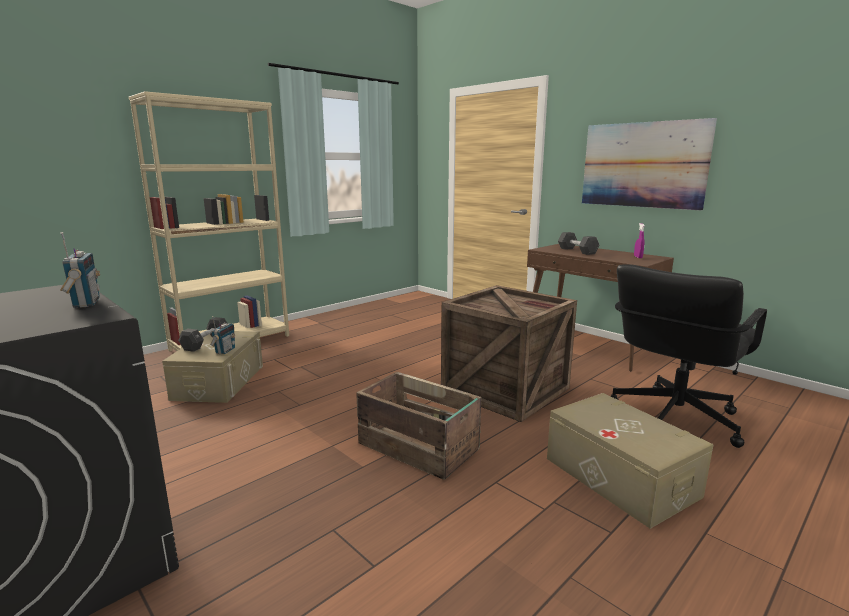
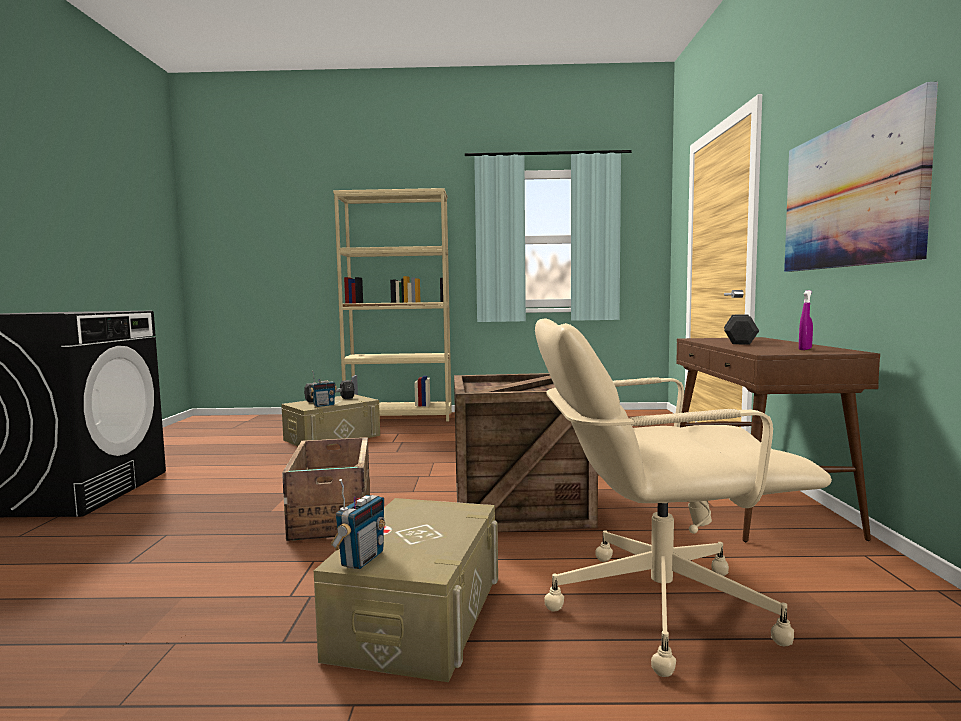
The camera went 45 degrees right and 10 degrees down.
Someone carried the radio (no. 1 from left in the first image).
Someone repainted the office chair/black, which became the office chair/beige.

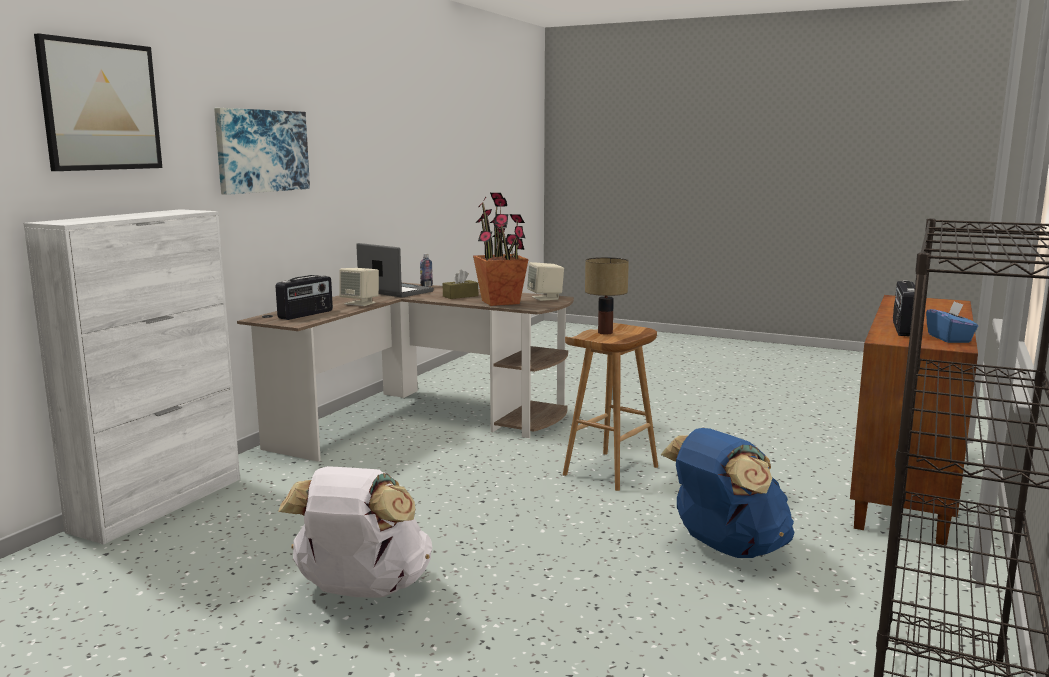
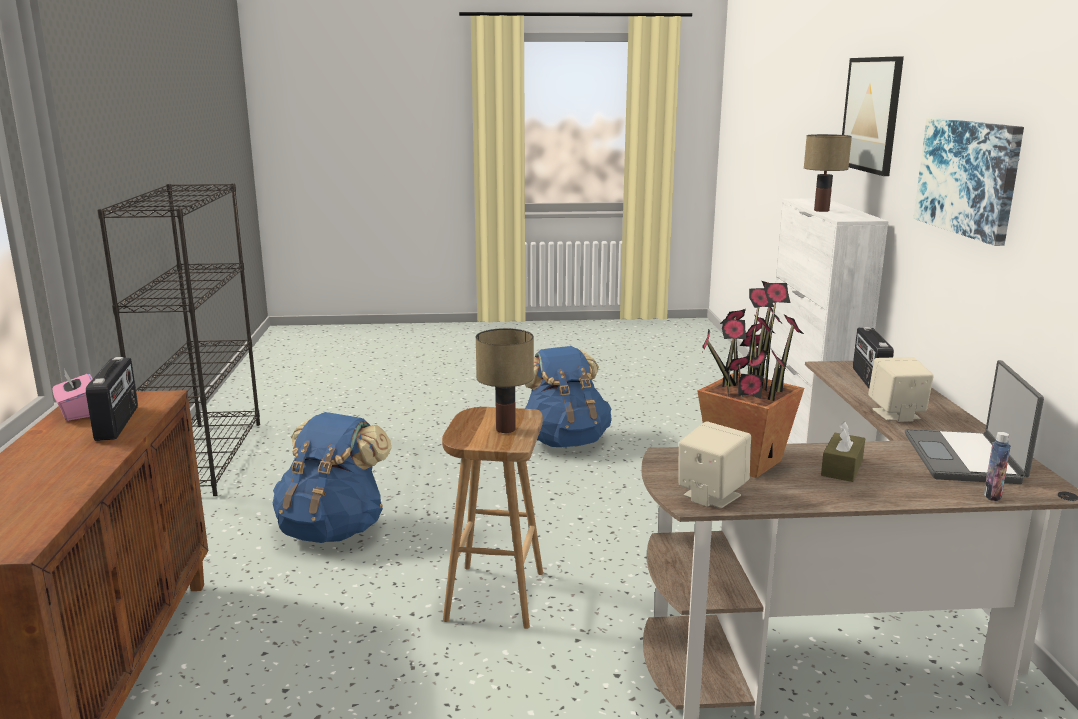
The camera went 150 degrees right and 5 degrees up.
Someone put down the table lamp (no. 2 from left).
Someone repainted the backpack/white, which became the backpack/blue (no. 2 from left).
Someone repainted the tissue box/blue, which became the tissue box/pink.
Someone rotated the laptop by 90 degrees clockwise.

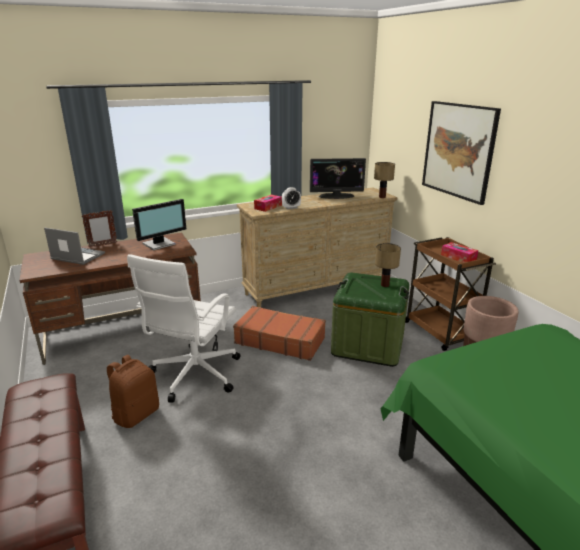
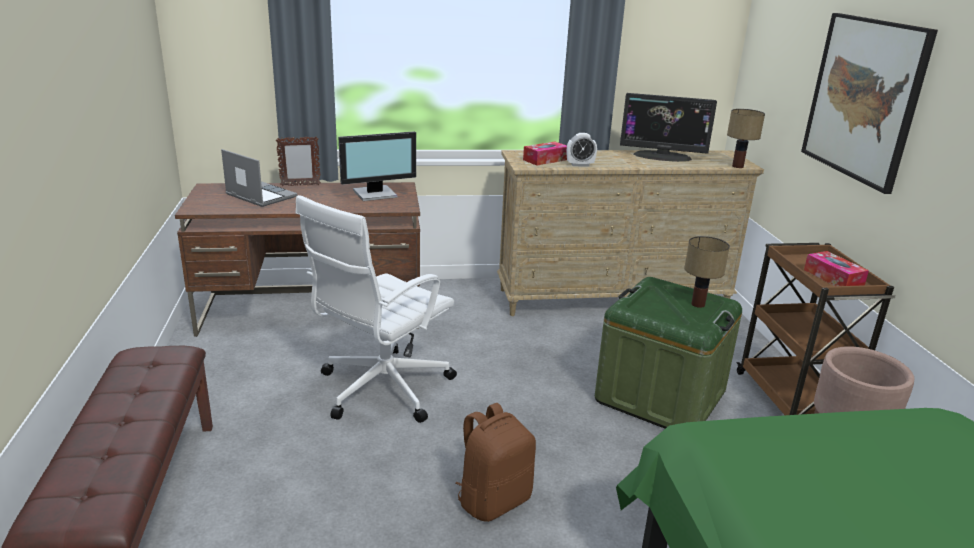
The camera went 15 degrees right and 0 degrees up.
Someone took away the suitcase/brown.
Someone carried the backpack/brown.

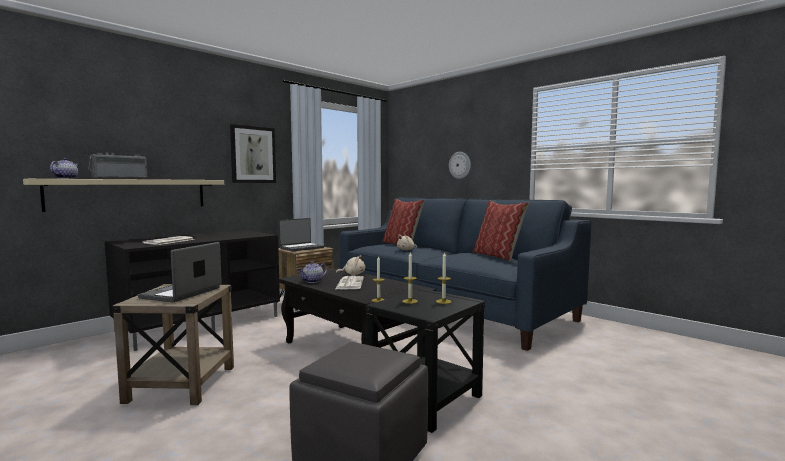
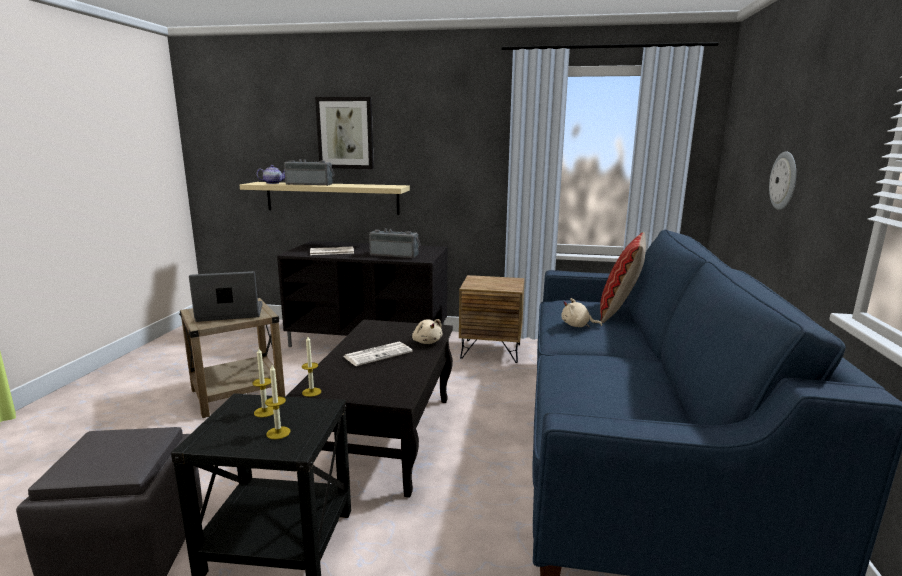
The camera went 55 degrees right and 10 degrees up.
Someone took away the laptop (no. 2 from left).
Someone took away the teapot (no. 2 from left).
Someone took away the pillow (no. 2 from left).
Someone put down the radio (no. 2 from left).
Someone carried the picture.

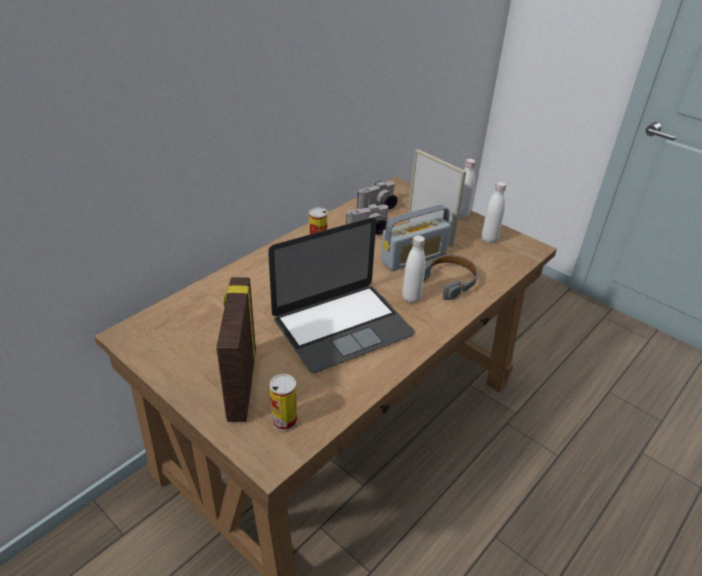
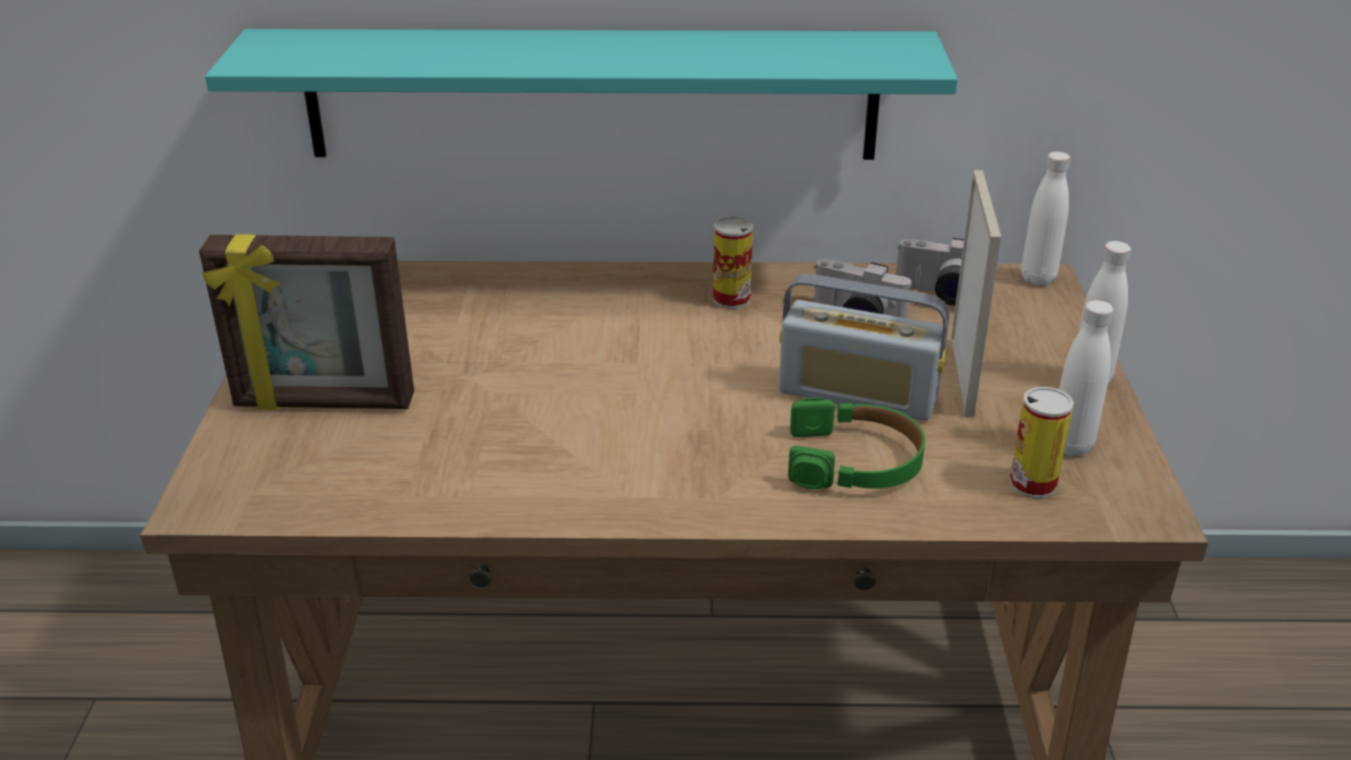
The camera went 50 degrees right and 5 degrees down.
Someone took away the laptop.
Someone put up the shelf/turquoise.
Someone carried the can (no. 1 from left in the first image).
Someone carried the bottle/white (no. 1 from left).
Someone repainted the headphones/grey, which became the headphones/green.
Someone rotated the picture frame (no. 1 from left) by 135 degrees counterclockwise.

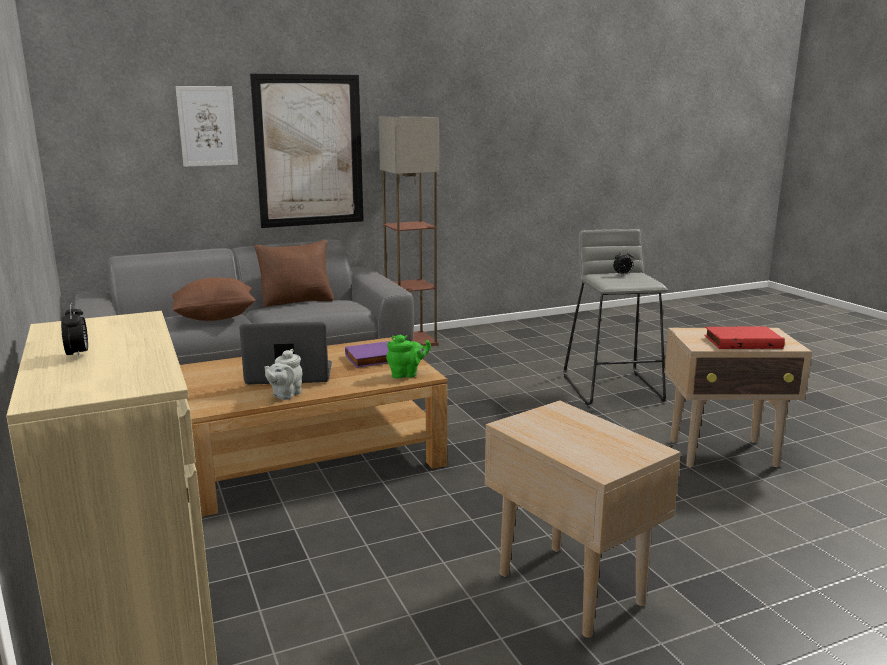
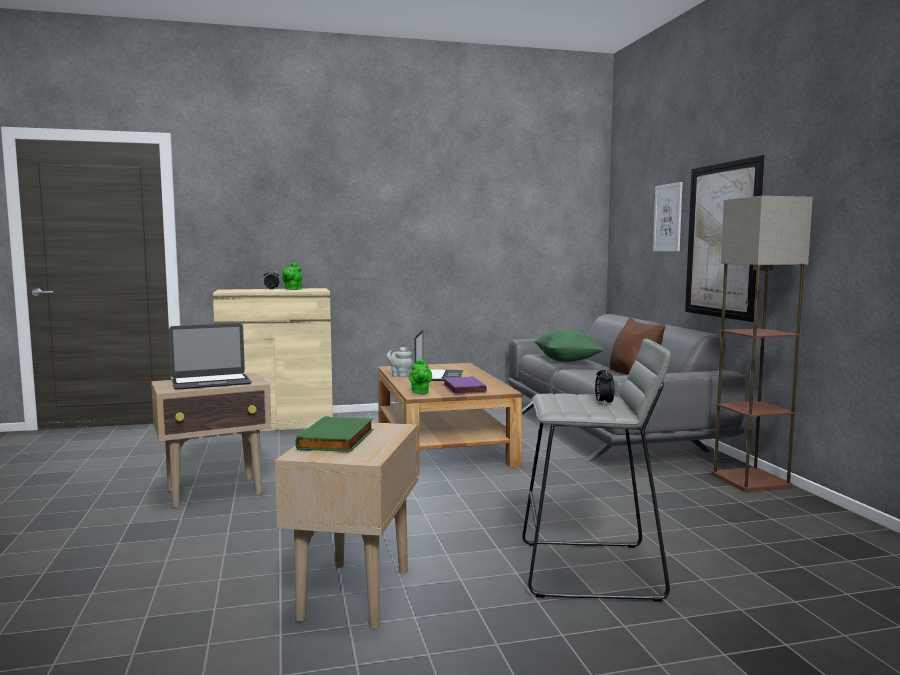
The camera went 100 degrees right and 10 degrees down.
Someone put down the laptop (no. 1 from left).
Someone put down the teapot/green (no. 1 from left).
Someone repainted the pillow/brown (no. 1 from left), which became the pillow/green.
Someone repainted the book/red, which became the book/green.

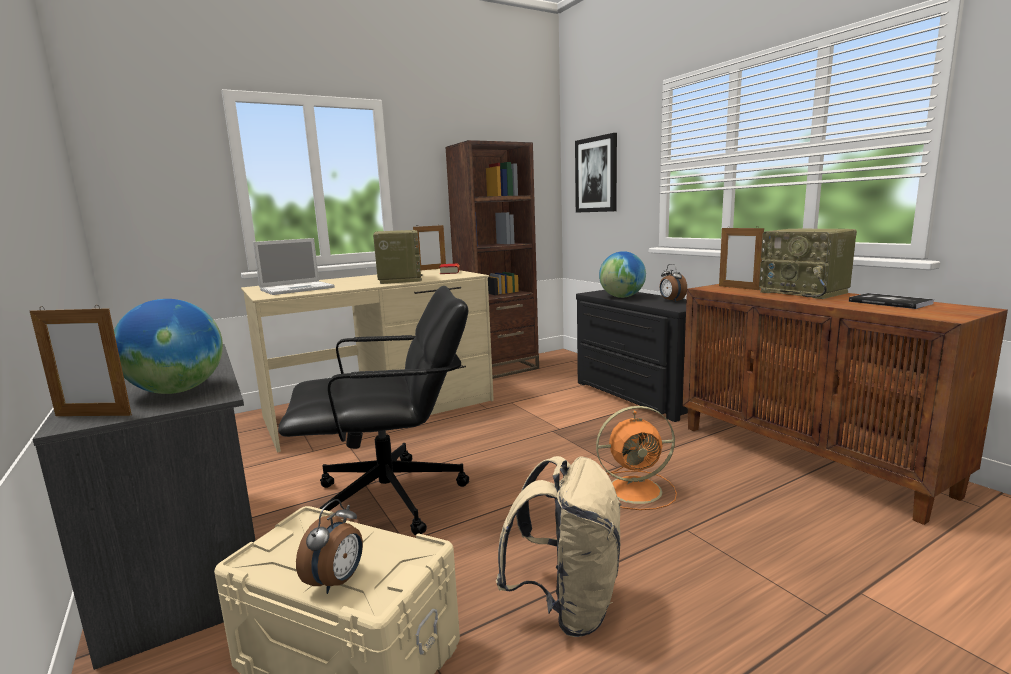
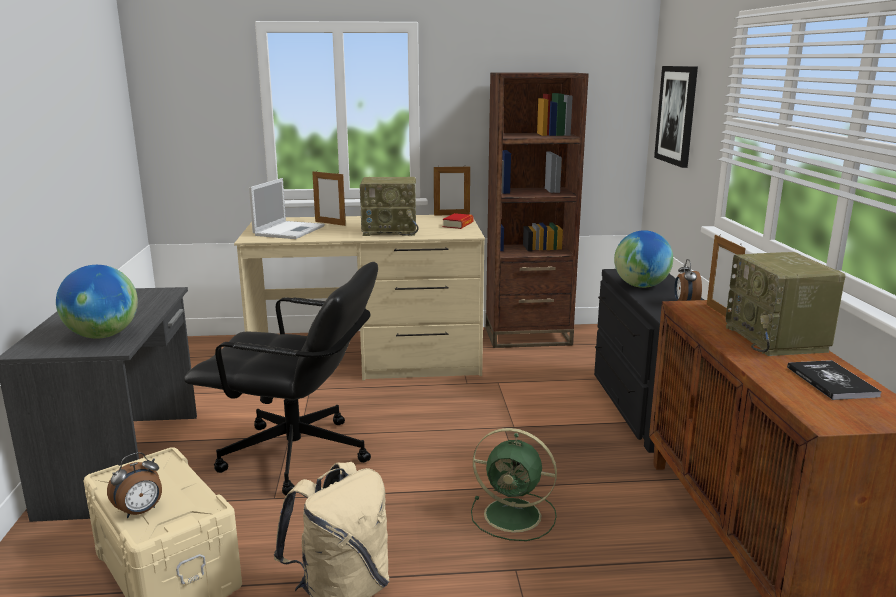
The camera went 25 degrees right and 5 degrees up.
Someone carried the picture frame (no. 1 from left).
Someone repainted the fan/orange, which became the fan/green.
Someone rotated the laptop by 60 degrees counterclockwise.
Someone rotated the radio (no. 1 from left) by 75 degrees clockwise.

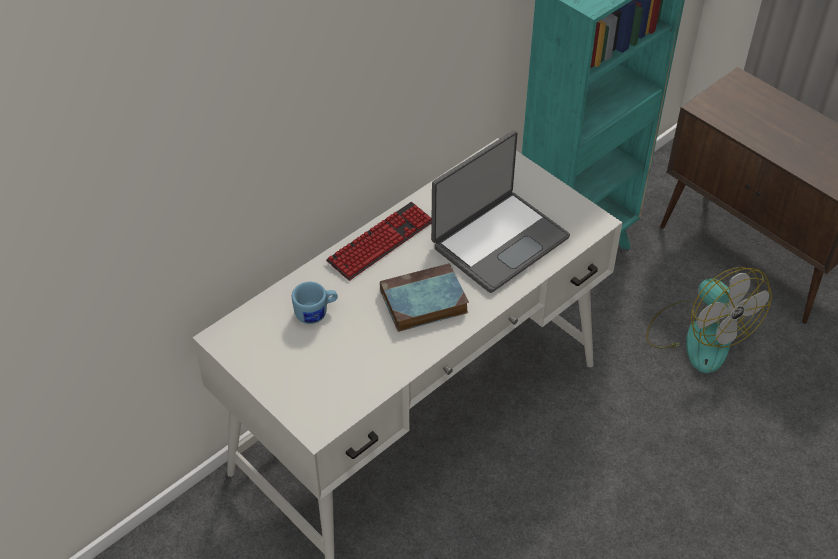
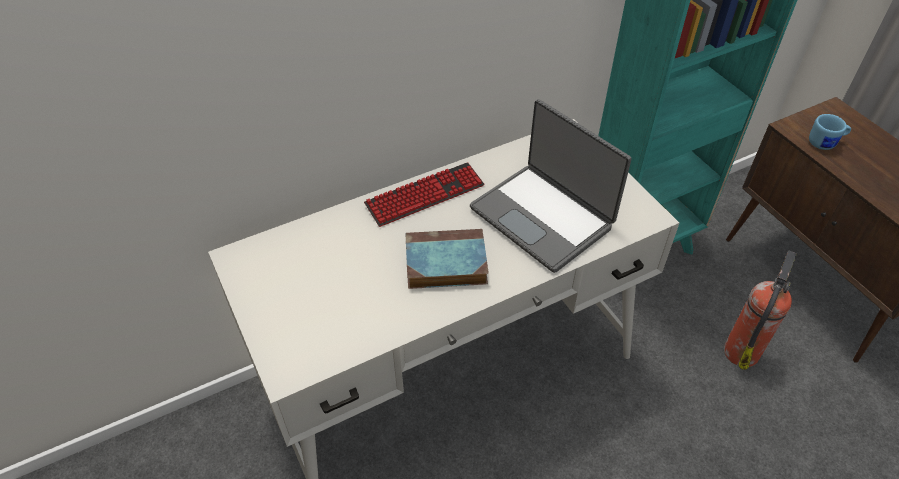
The camera went 15 degrees right and 0 degrees up.
Someone carried the mug/blue.
Someone swapped the fan for the fire extinguisher.
Someone rotated the laptop by 75 degrees clockwise.

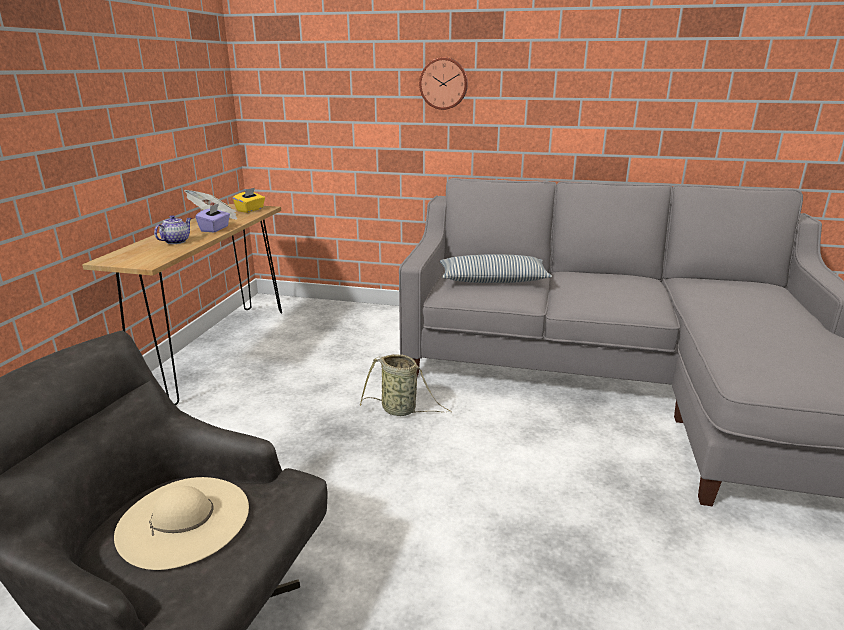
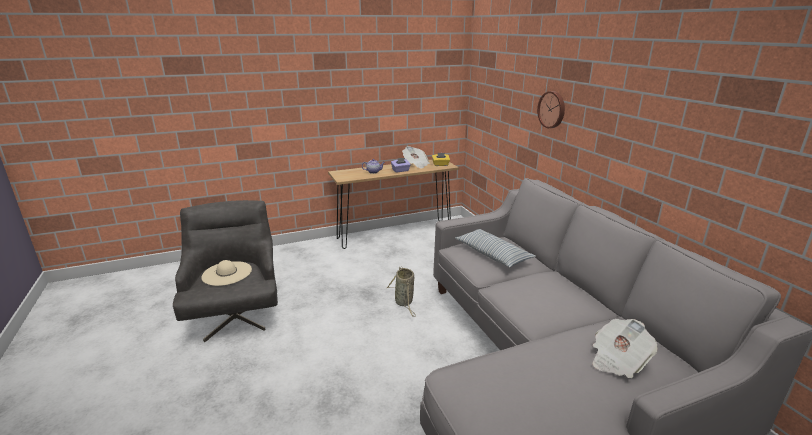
The camera went 55 degrees right and 0 degrees up.
Someone put down the newspaper (no. 2 from left).

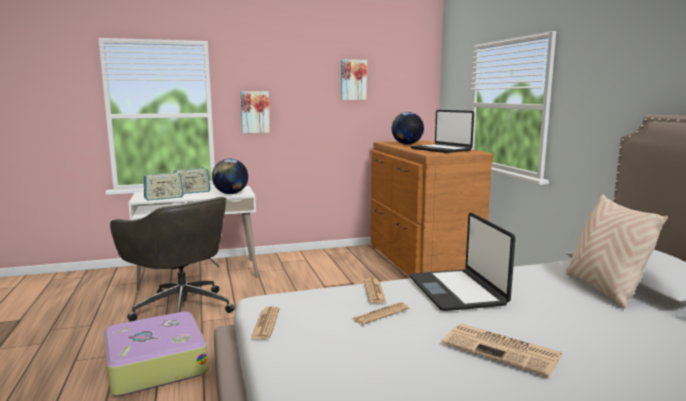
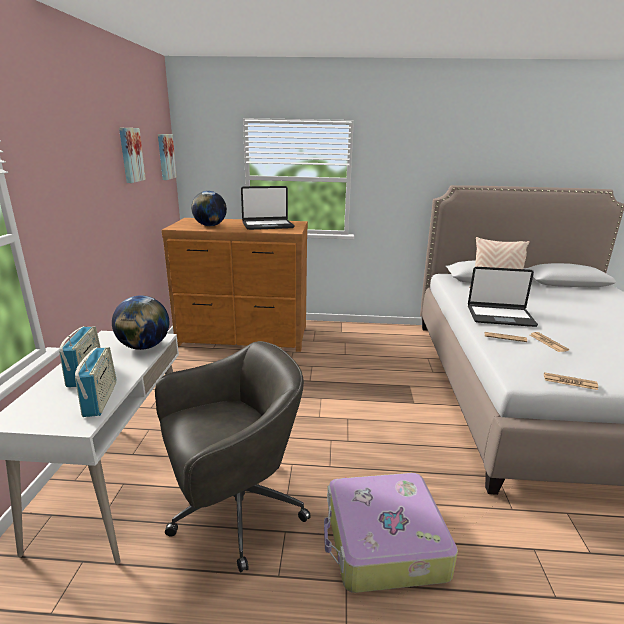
The camera went 70 degrees left and 10 degrees up.
Someone took away the newspaper (no. 4 from left).
Someone carried the picture (no. 1 from left in the first image).

